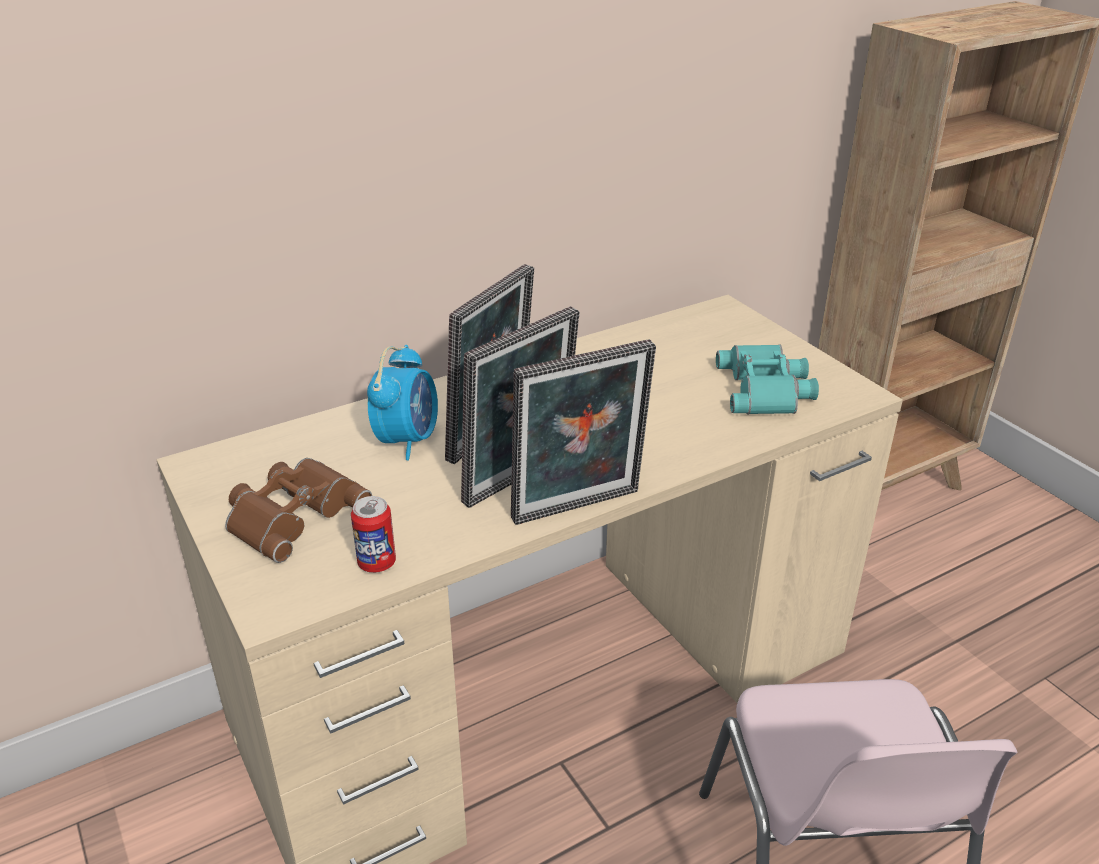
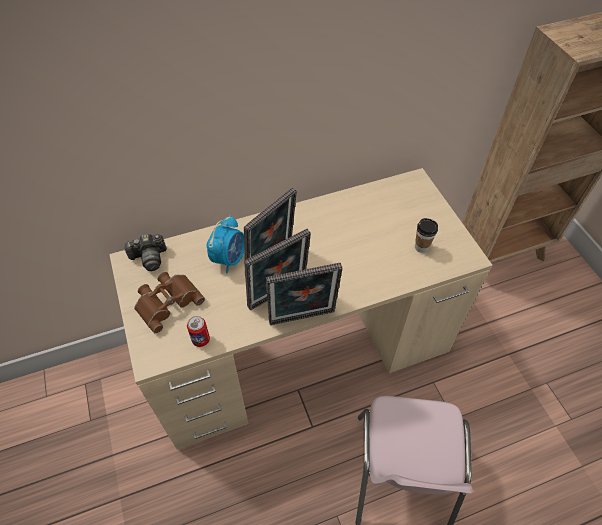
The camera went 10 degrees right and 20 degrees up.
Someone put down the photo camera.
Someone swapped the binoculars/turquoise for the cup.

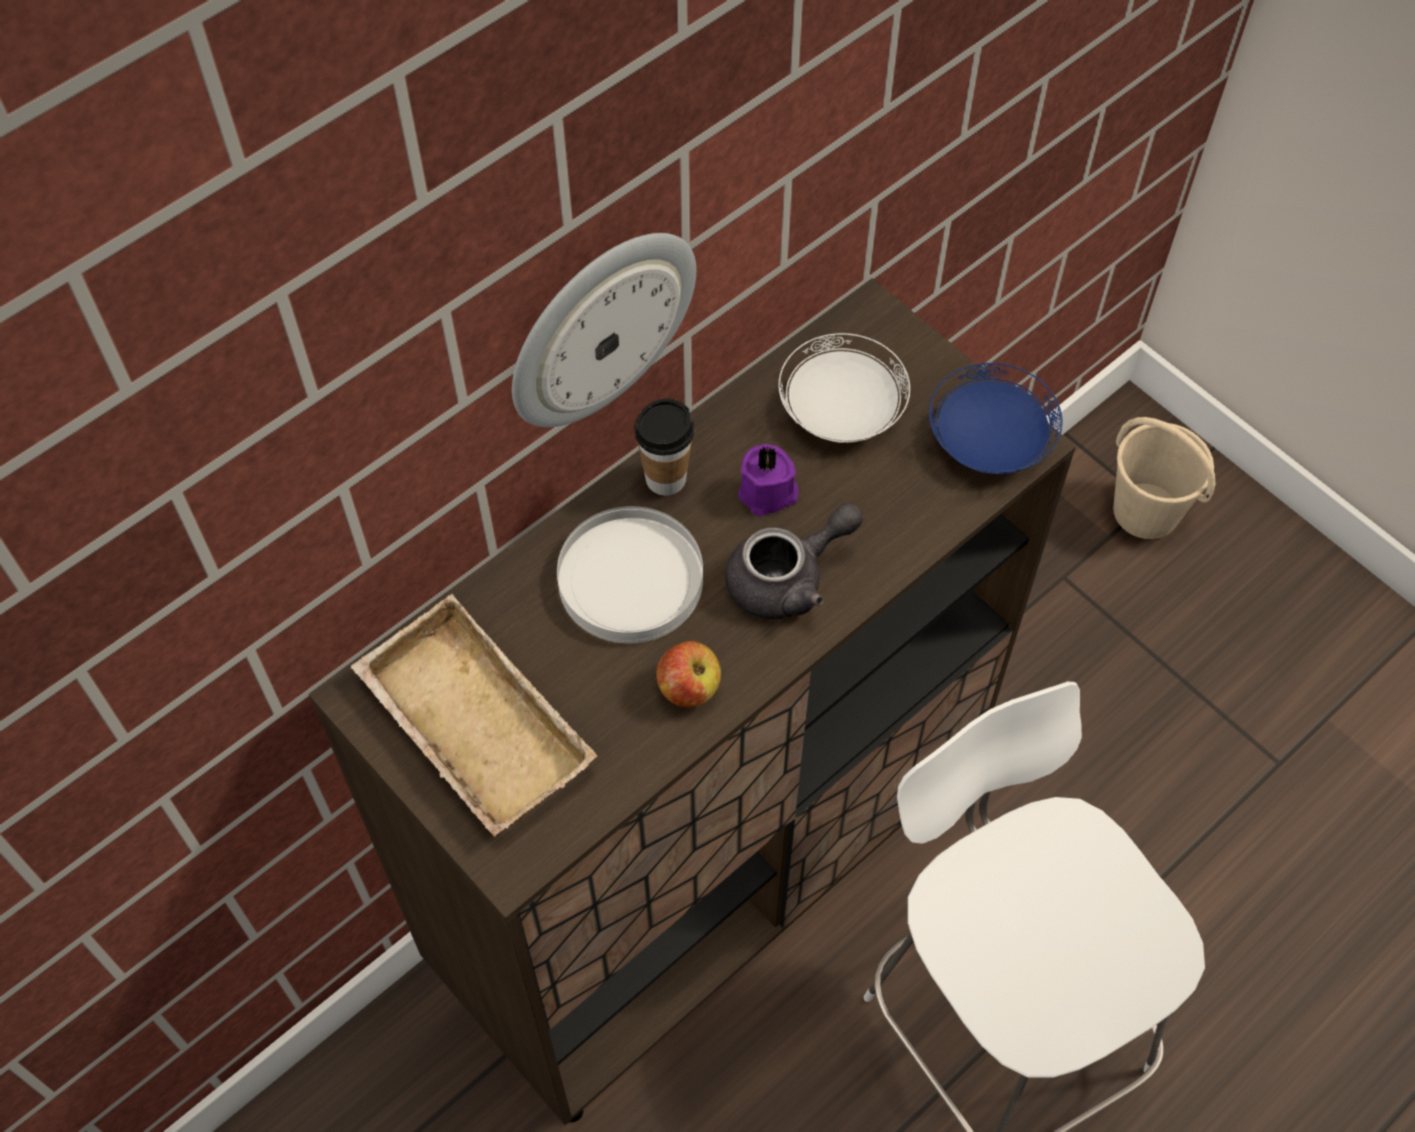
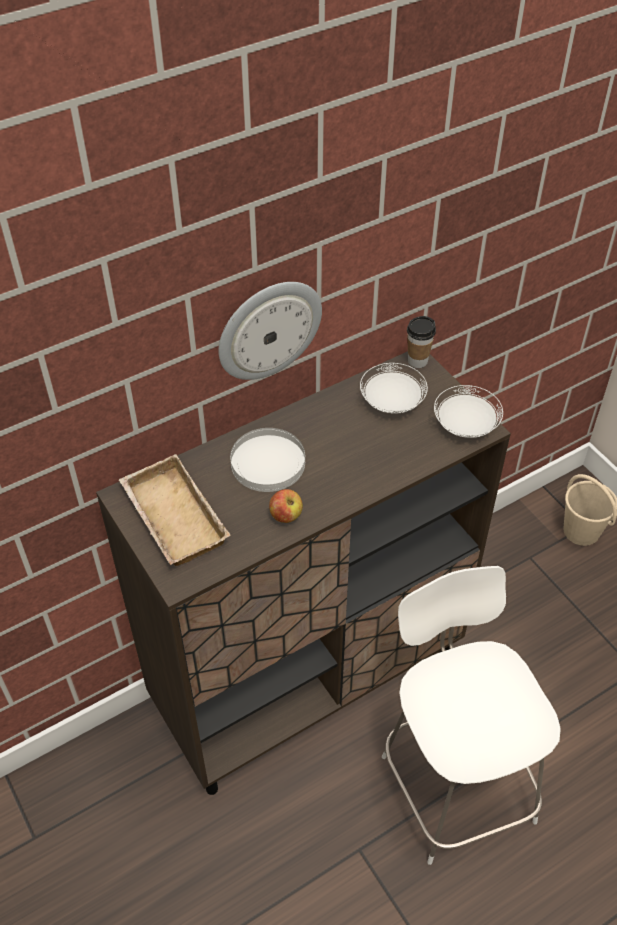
The camera went 10 degrees right and 10 degrees down.
Someone took away the teapot/grey.
Someone took away the candle/purple.
Someone carried the cup.
Someone repainted the plate/blue, which became the plate/white (no. 3 from left).

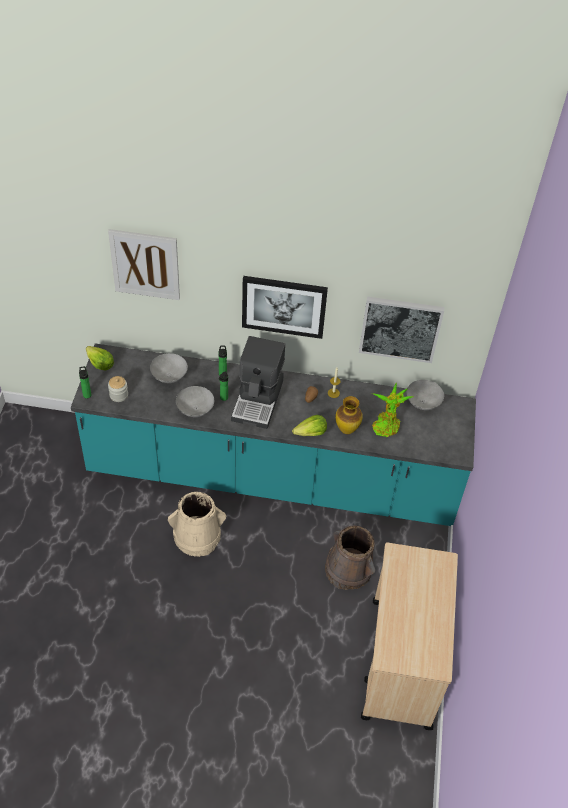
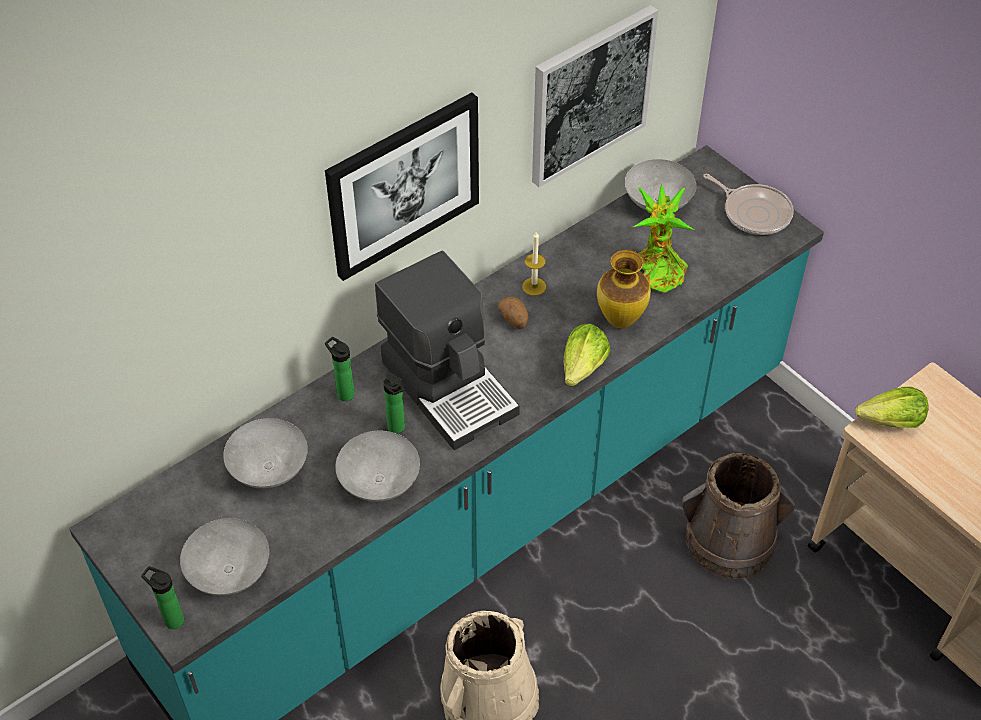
The camera went 45 degrees left and 0 degrees up.
Someone took away the picture (no. 1 from left).
Someone put down the frying pan.
Someone carried the lettuce (no. 1 from left in the first image).
Someone swapped the jar for the bowl/grey (no. 1 from left).

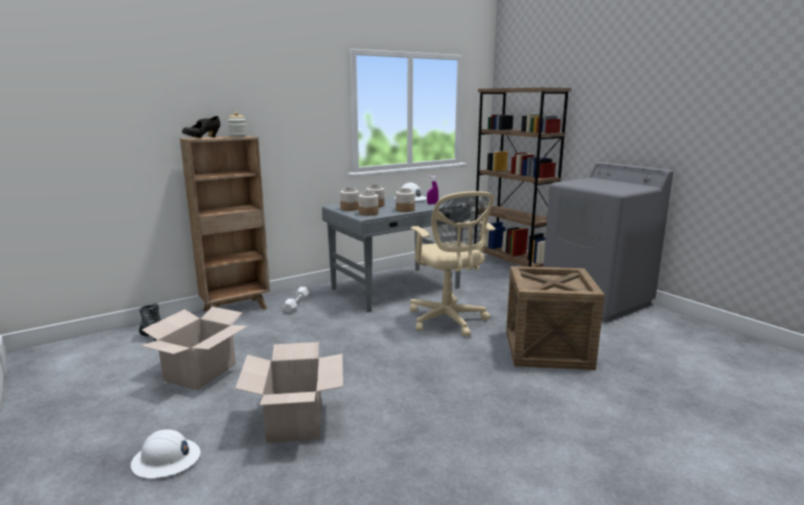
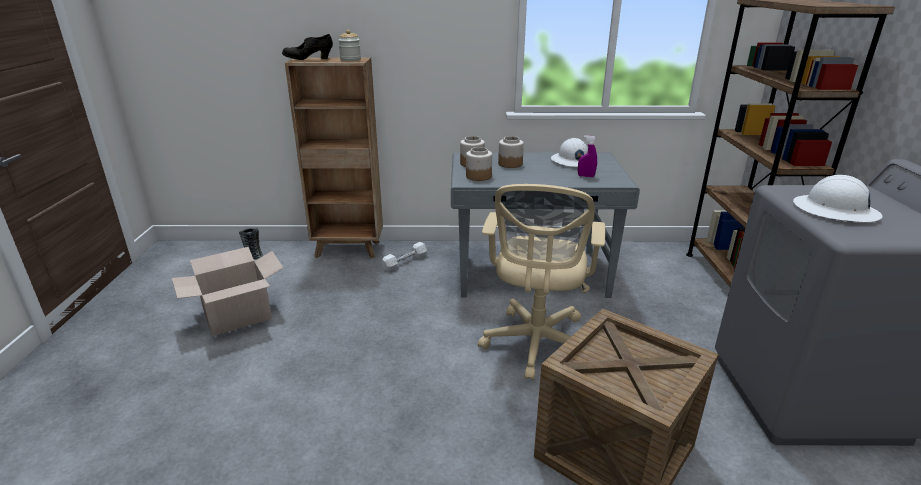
The camera went 35 degrees right and 10 degrees up.
Someone took away the cardboard box (no. 2 from left).
Someone took away the jar (no. 5 from left).
Someone carried the hard hat/white (no. 1 from left in the first image).

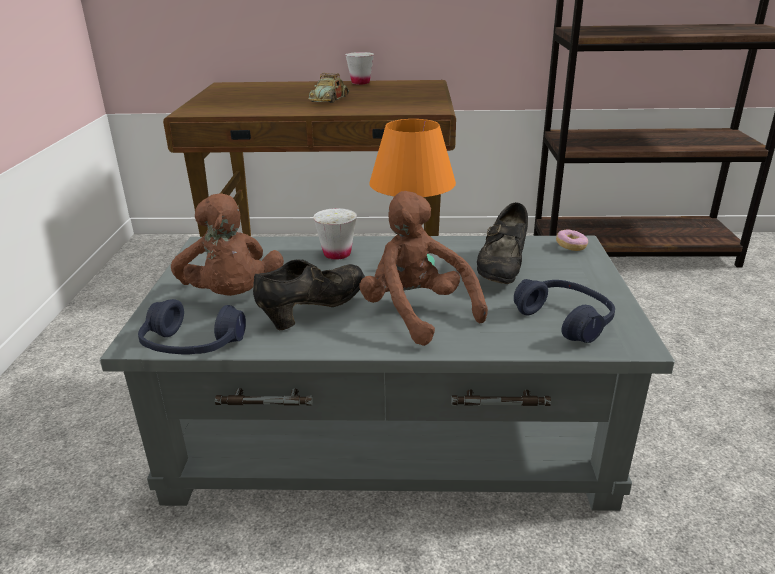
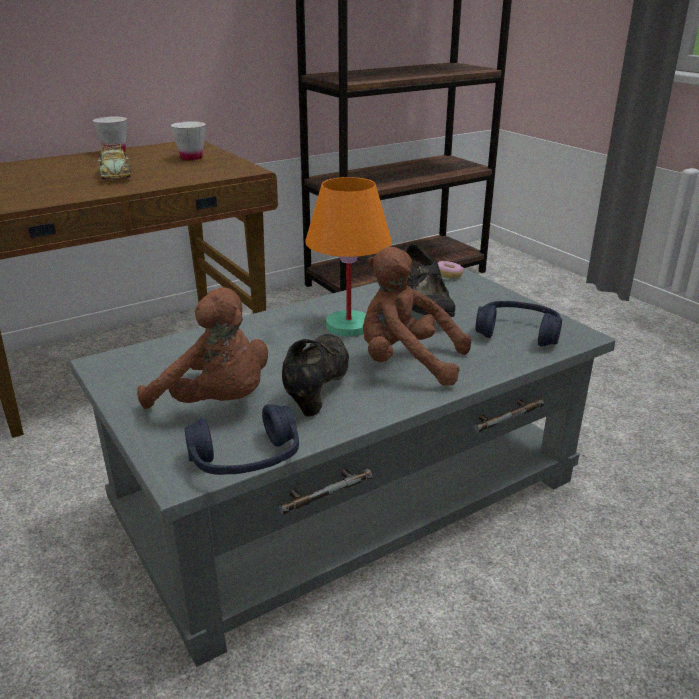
The camera went 35 degrees left and 0 degrees up.
Someone carried the cup/white (no. 1 from left in the first image).

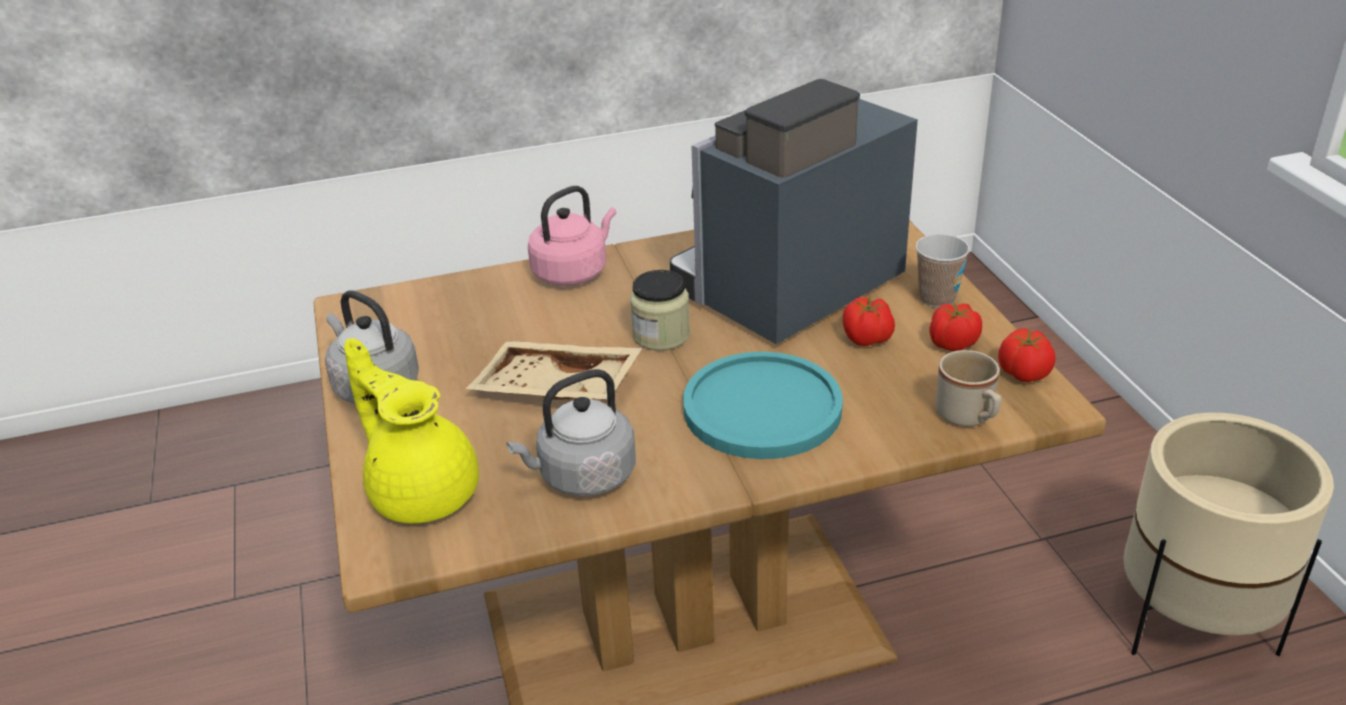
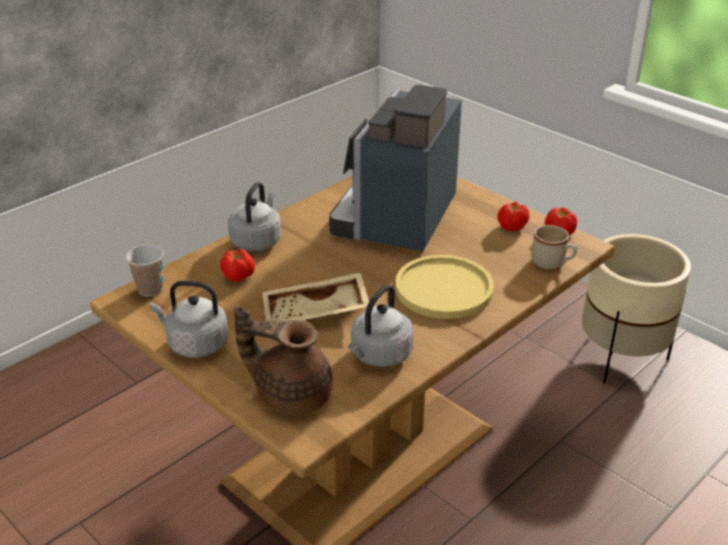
The camera went 30 degrees left and 0 degrees up.
Someone took away the jar.
Someone carried the tomato (no. 1 from left).
Someone carried the cup.
Someone repainted the teapot/yellow, which became the teapot/brown.
Someone repainted the kettle/pink, which became the kettle/grey (no. 2 from left).
Someone repainted the plate/turquoise, which became the plate/yellow.

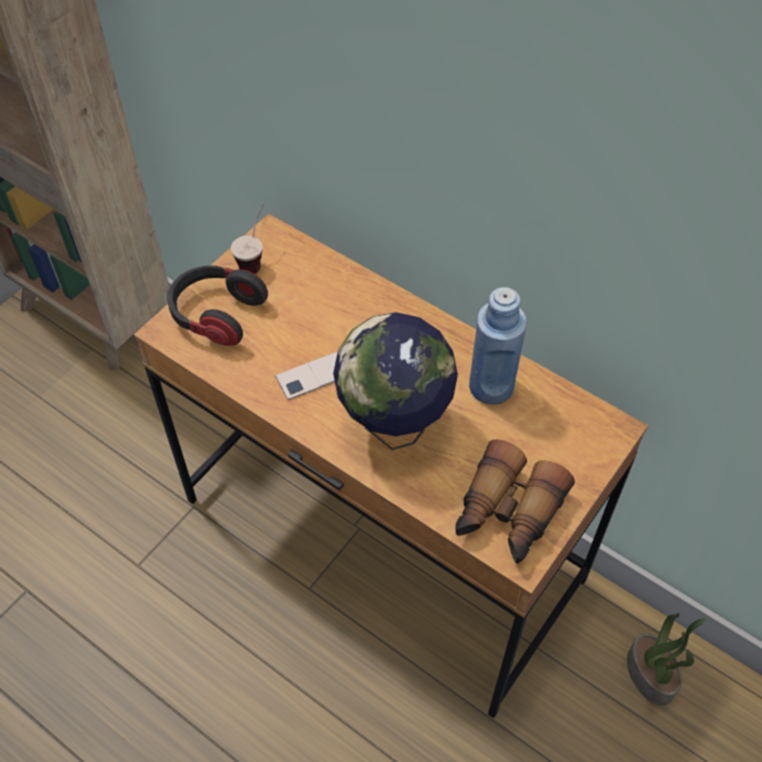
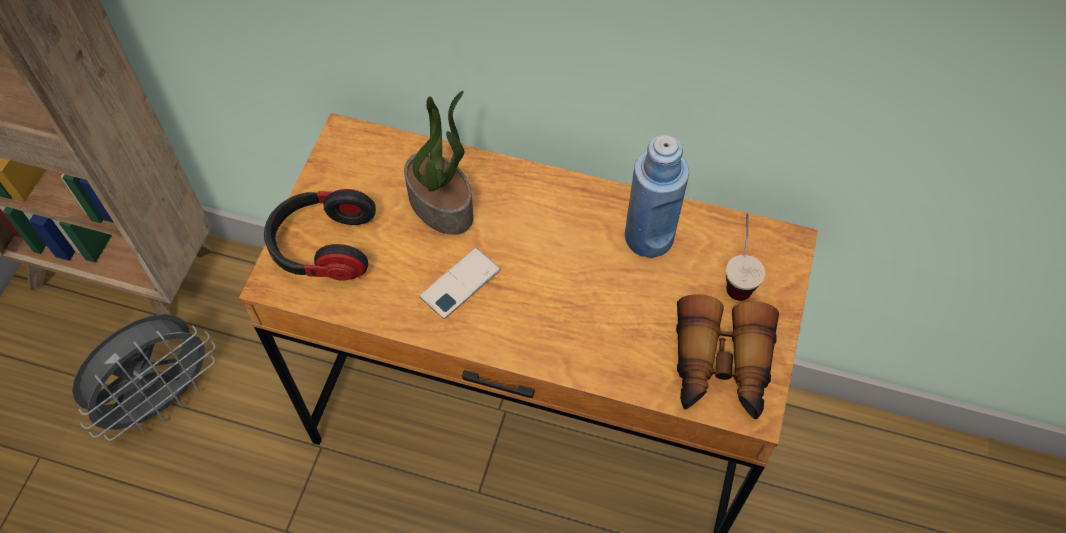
The camera went 20 degrees left and 5 degrees up.
Someone took away the globe.
Someone put down the fan/grey.
Someone carried the cup.
Someone carried the potted plant.

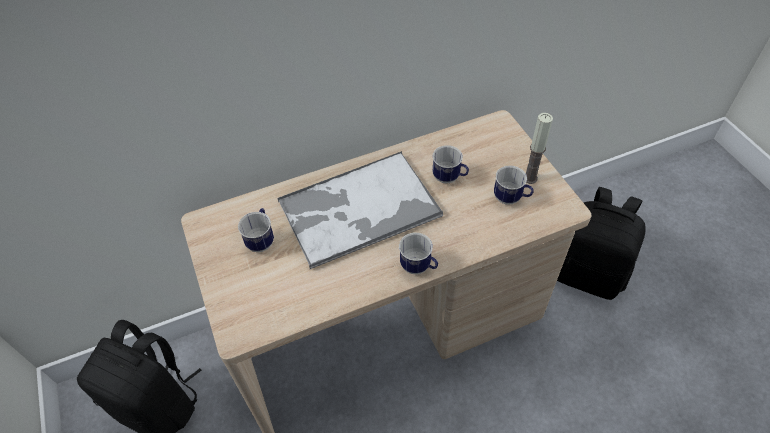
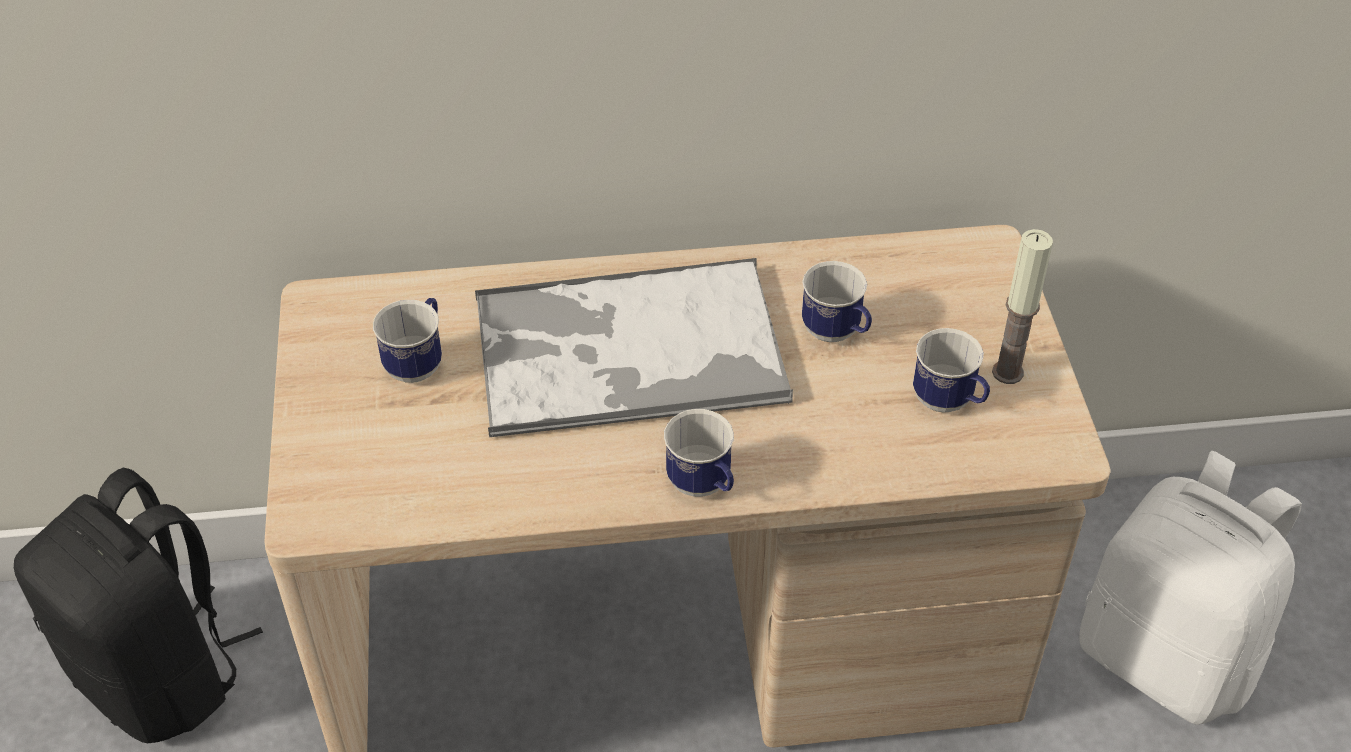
The camera went 15 degrees right and 5 degrees down.
Someone repainted the backpack/black (no. 2 from left), which became the backpack/white.

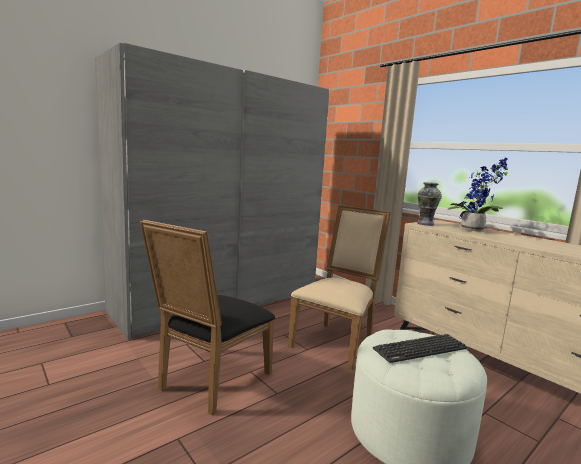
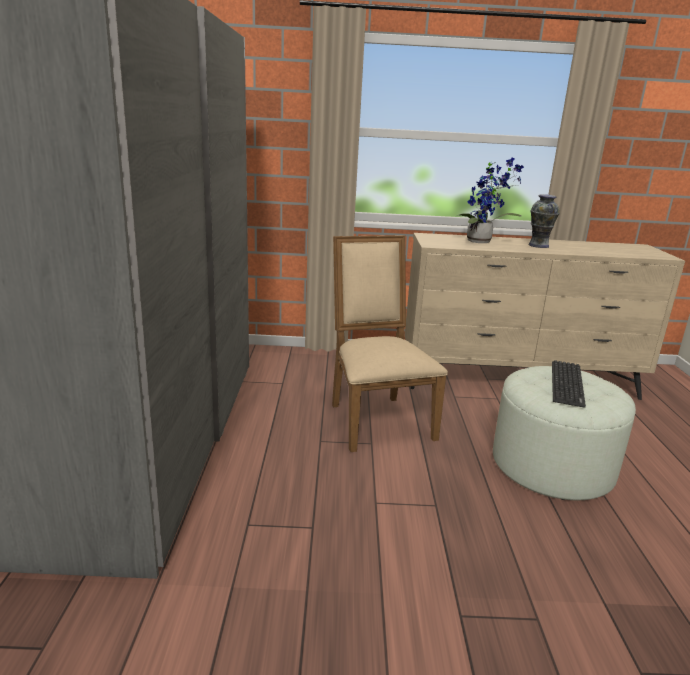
The camera went 50 degrees left and 10 degrees up.
Someone took away the chair/black.
Someone carried the vase.

